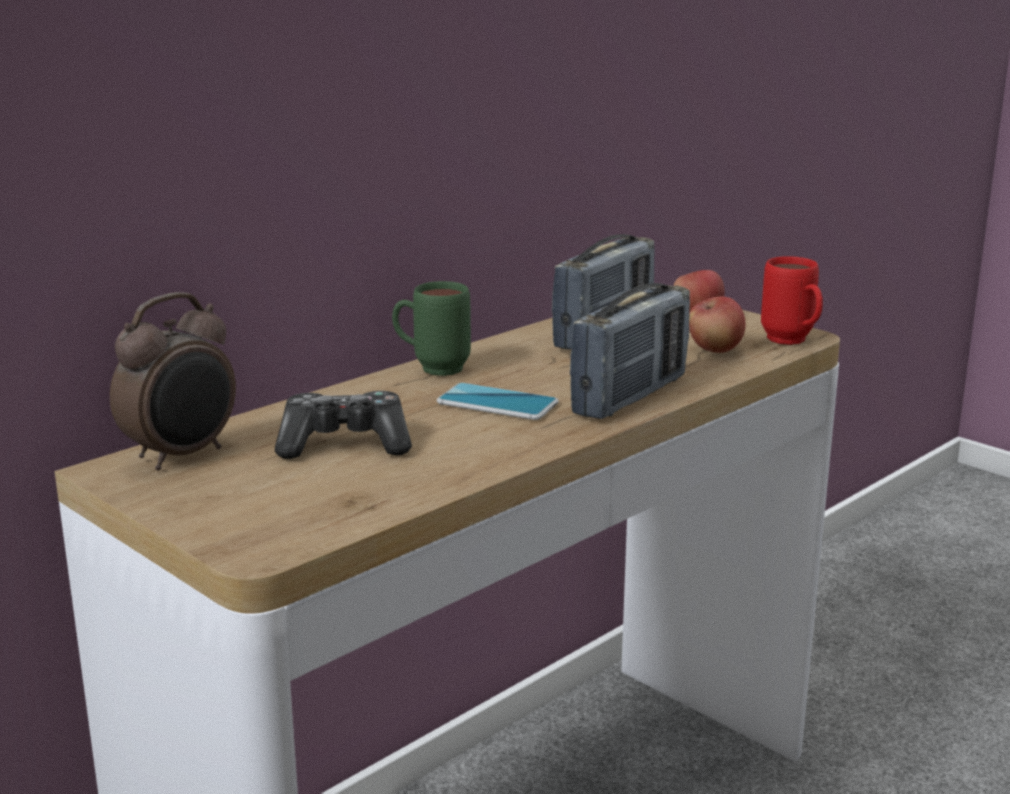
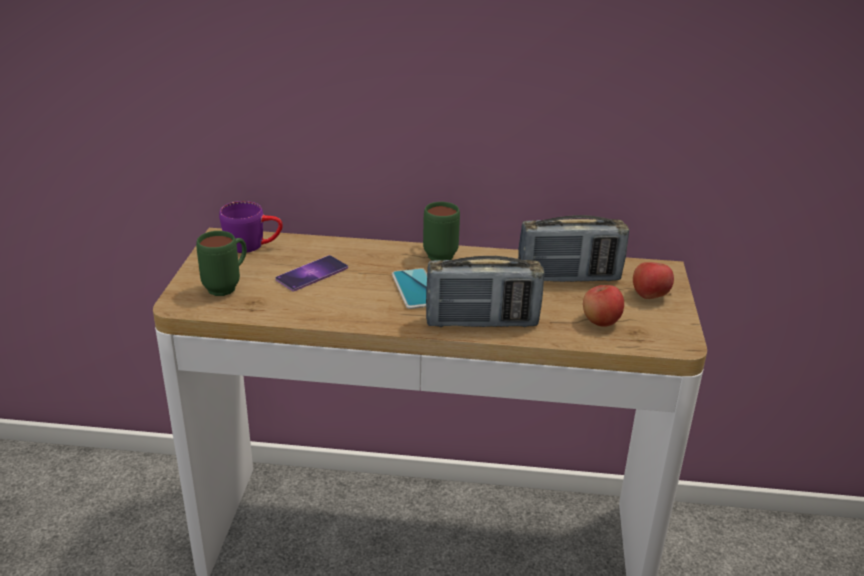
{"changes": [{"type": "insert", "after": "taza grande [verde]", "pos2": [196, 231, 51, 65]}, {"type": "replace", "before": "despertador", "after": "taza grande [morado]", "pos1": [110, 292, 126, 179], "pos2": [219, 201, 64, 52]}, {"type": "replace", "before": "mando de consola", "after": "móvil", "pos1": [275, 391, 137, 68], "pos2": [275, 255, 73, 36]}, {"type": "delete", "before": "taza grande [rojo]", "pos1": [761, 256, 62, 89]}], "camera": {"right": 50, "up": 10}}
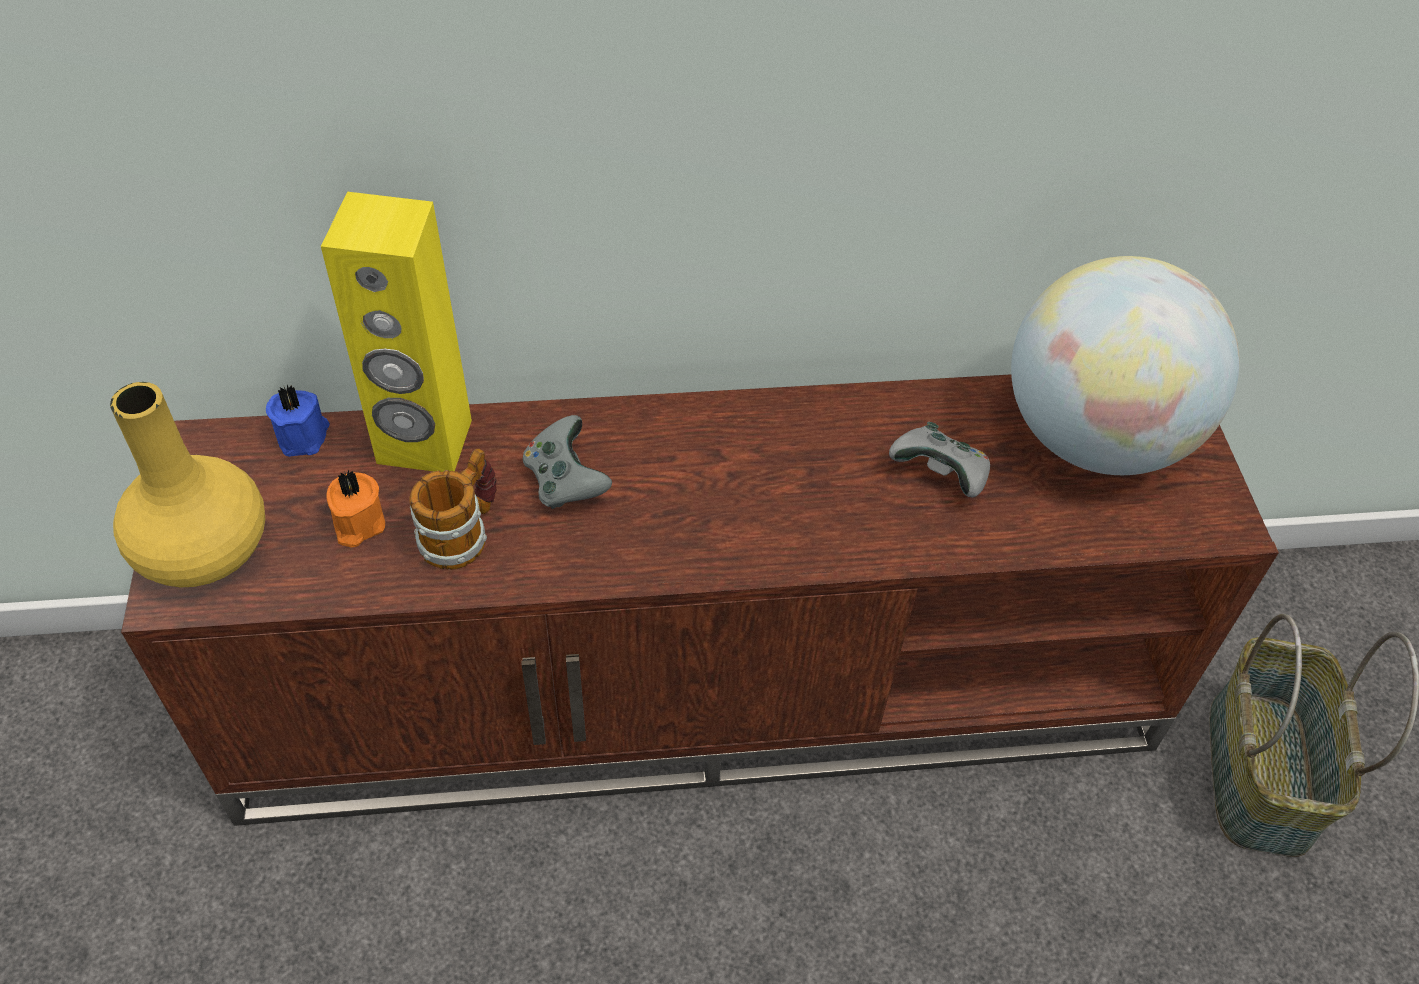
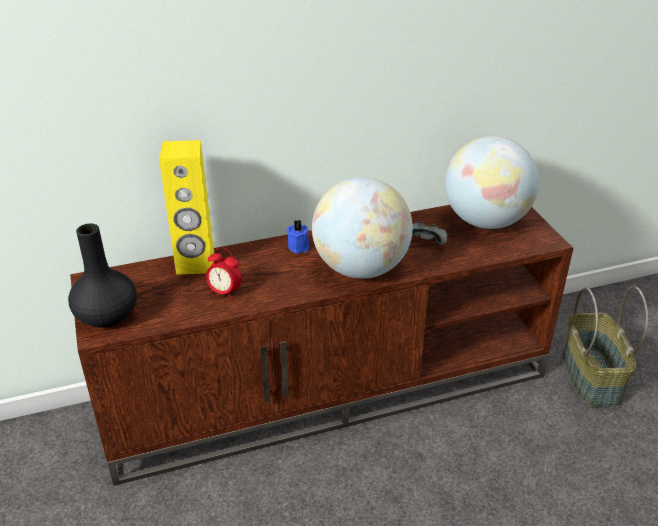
{"changes": [{"type": "recolor", "before": "florero [amarillo]", "after": "florero [negro]", "pos1": [110, 382, 155, 205], "pos2": [68, 223, 69, 105]}, {"type": "replace", "before": "taza grande", "after": "despertador", "pos1": [409, 449, 88, 121], "pos2": [206, 247, 35, 53]}, {"type": "move", "before": "vela [azul]", "pos1": [266, 384, 64, 73], "pos2": [287, 220, 22, 34]}, {"type": "insert", "after": "globo terráqueo", "pos2": [312, 177, 101, 102]}, {"type": "delete", "before": "vela [naranja]", "pos1": [326, 469, 59, 78]}, {"type": "delete", "before": "mando de consola [gris]", "pos1": [523, 415, 89, 94]}], "camera": {"right": -10, "up": -15}}
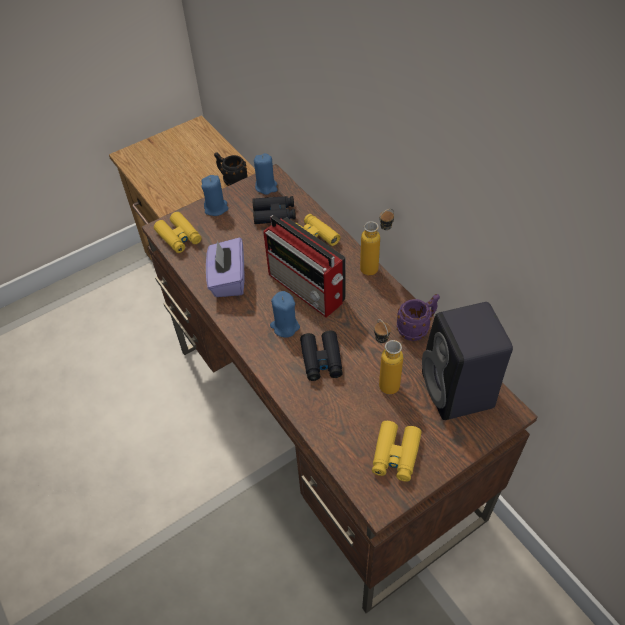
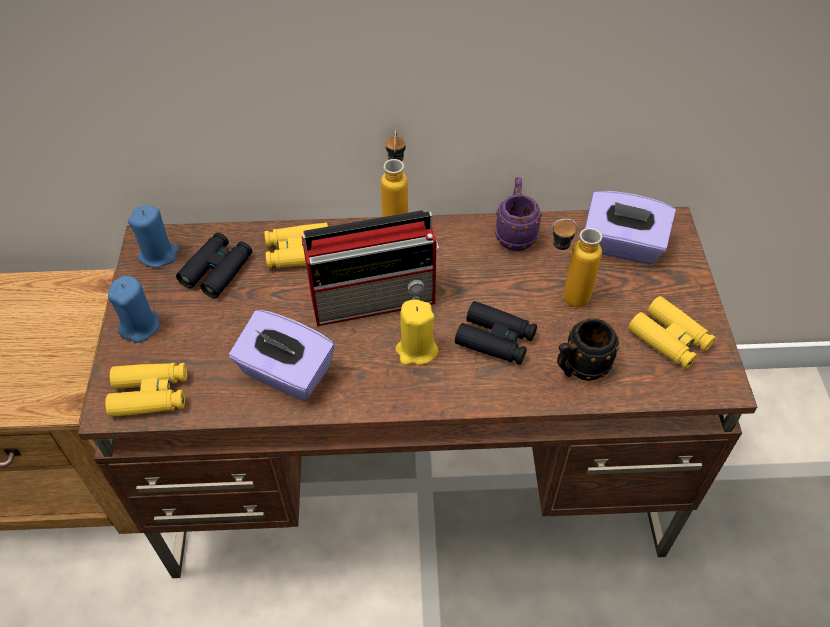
{"changes": [{"type": "recolor", "before": "vela [azul]", "after": "vela [amarillo]", "pos1": [270, 291, 30, 47], "pos2": [395, 299, 43, 66]}, {"type": "move", "before": "taza grande [negro]", "pos1": [214, 152, 34, 34], "pos2": [557, 318, 62, 63]}, {"type": "replace", "before": "altavoz [negro]", "after": "caja de pañuelos [morado]", "pos1": [422, 302, 91, 118], "pos2": [584, 191, 92, 74]}], "camera": {"right": -60, "up": 0}}
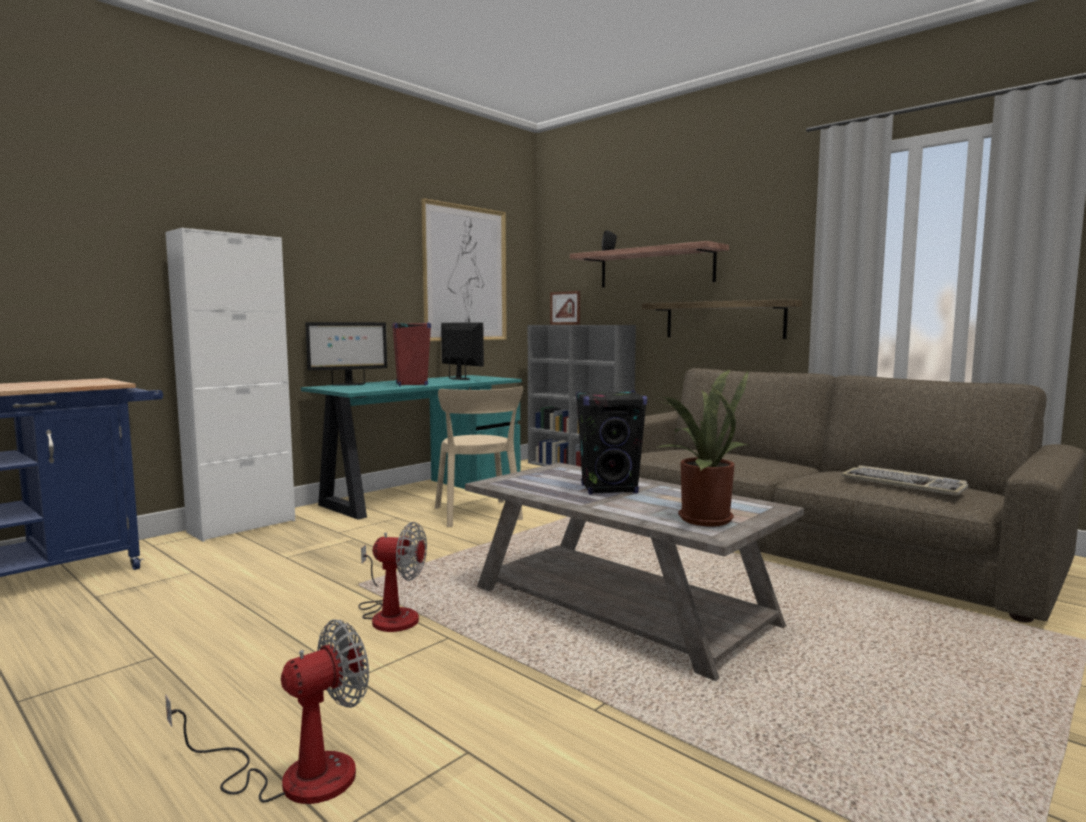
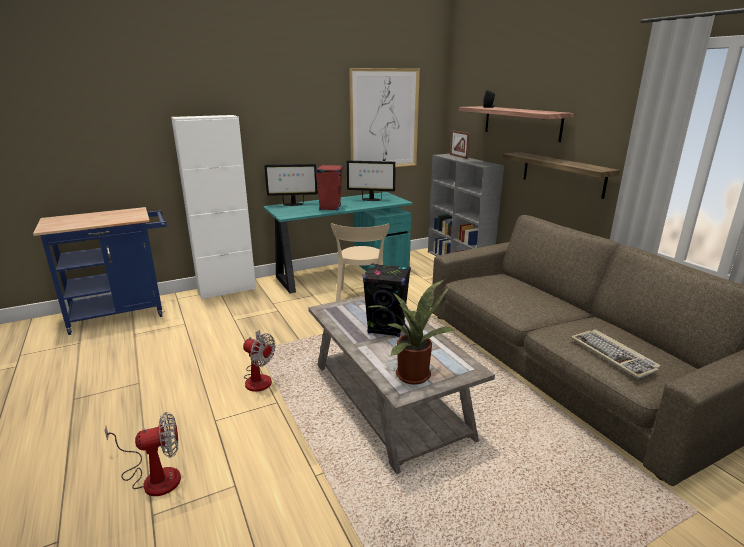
{"changes": [{"type": "rotate", "before": "monitor", "pos1": [441, 322, 43, 58], "pos2": [347, 161, 49, 40], "turn": 120}], "camera": {"right": 20, "up": 15}}
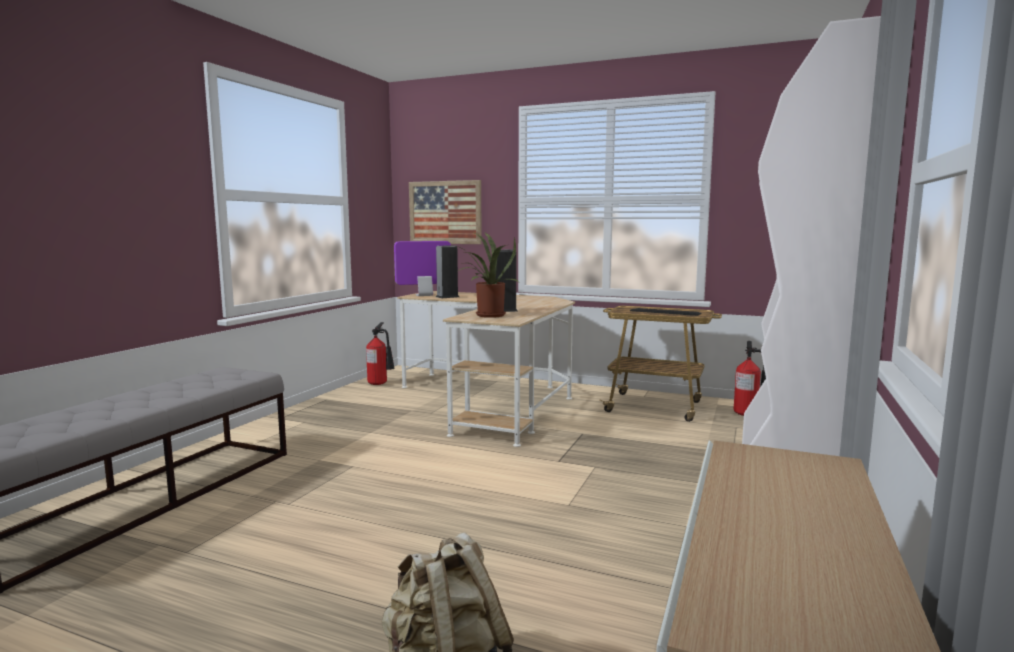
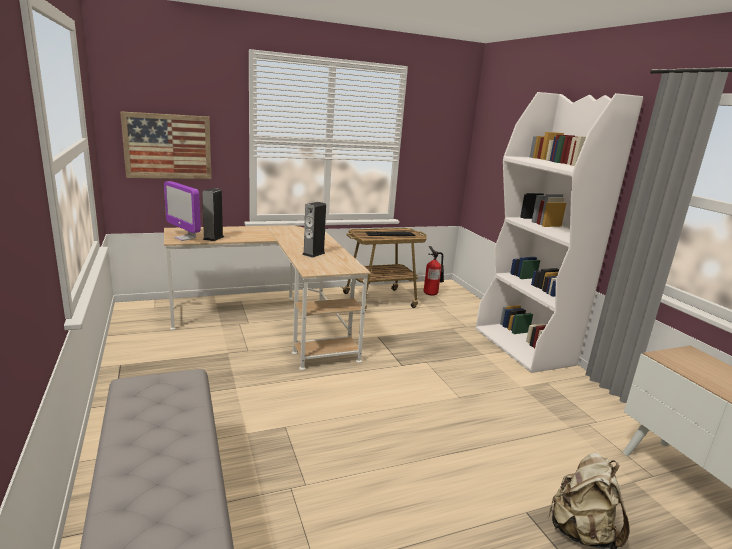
{"changes": [{"type": "rotate", "before": "monitor", "pos1": [394, 241, 57, 55], "pos2": [164, 181, 37, 60], "turn": -75}, {"type": "delete", "before": "extintor", "pos1": [366, 322, 29, 63]}, {"type": "delete", "before": "planta en maceta", "pos1": [457, 232, 62, 86]}], "camera": {"right": -45, "up": 10}}
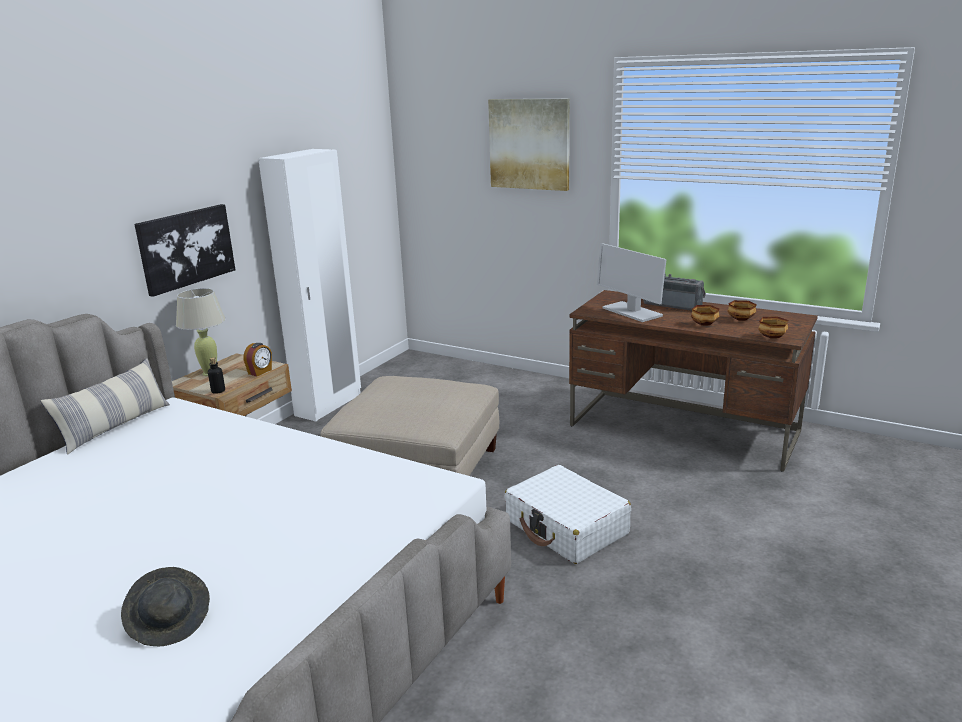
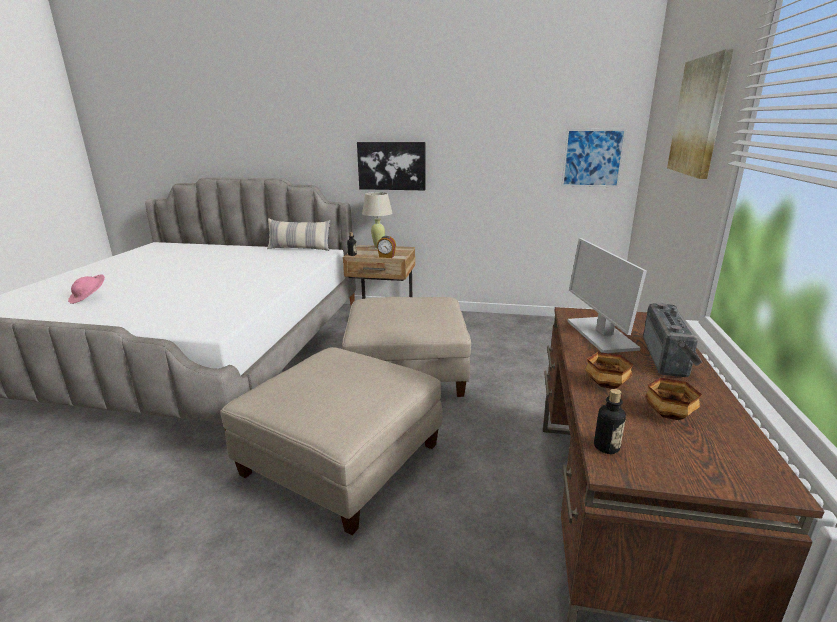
{"changes": [{"type": "recolor", "before": "sombrero [gris]", "after": "sombrero [rosa]", "pos1": [121, 567, 89, 79], "pos2": [68, 274, 37, 30]}, {"type": "replace", "before": "maleta [blanco]", "after": "puf [beis]", "pos1": [505, 465, 126, 99], "pos2": [220, 347, 223, 188]}, {"type": "insert", "after": "cuadro", "pos2": [562, 129, 64, 58]}, {"type": "rotate", "before": "monitor", "pos1": [597, 243, 69, 79], "pos2": [568, 238, 79, 115], "turn": -45}, {"type": "replace", "before": "cuenco", "after": "botella", "pos1": [758, 316, 31, 23], "pos2": [594, 389, 32, 65]}, {"type": "delete", "before": "armario ropero [blanco]", "pos1": [258, 149, 103, 272]}], "camera": {"right": 70, "up": 0}}
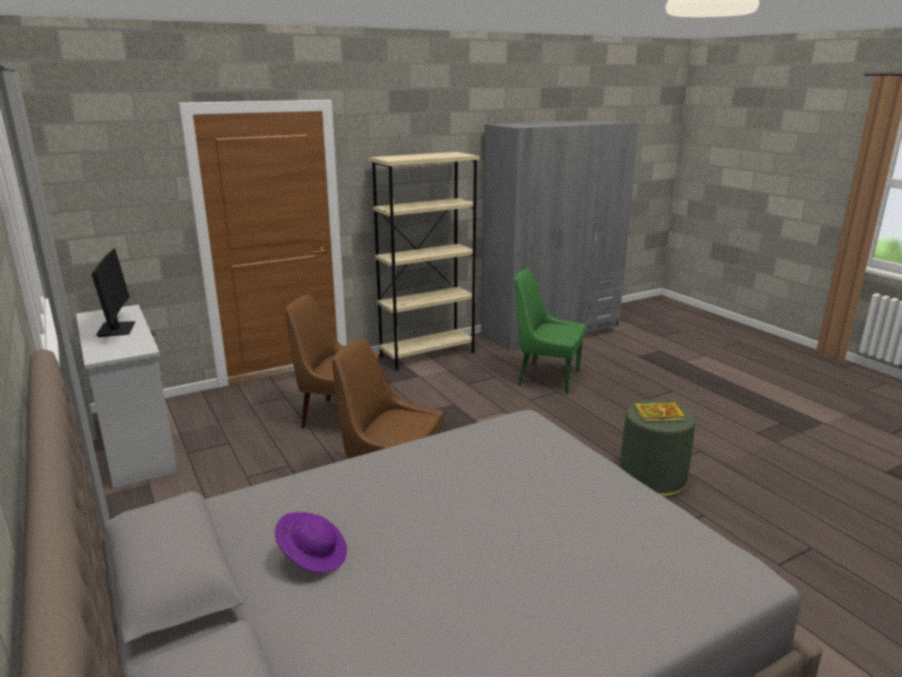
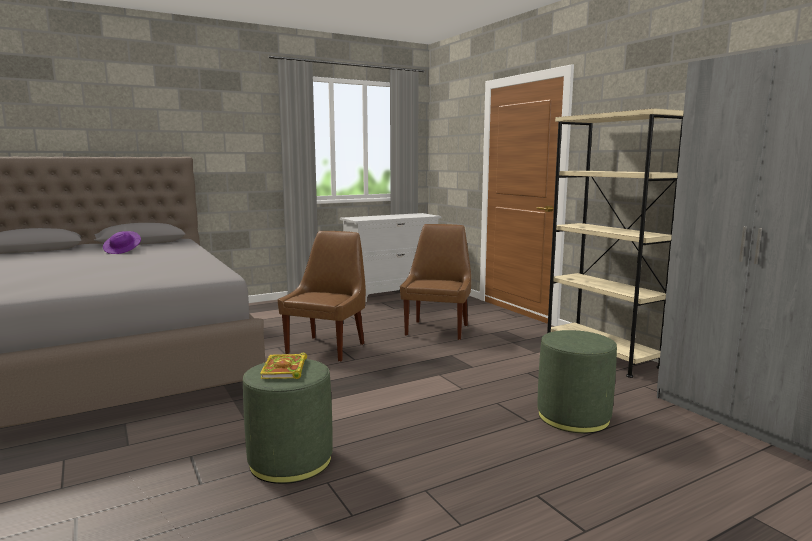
{"changes": [{"type": "replace", "before": "silla [verde]", "after": "puf [verde]", "pos1": [514, 268, 72, 126], "pos2": [537, 330, 80, 103]}, {"type": "delete", "before": "monitor", "pos1": [92, 249, 44, 88]}], "camera": {"right": 90, "up": -10}}
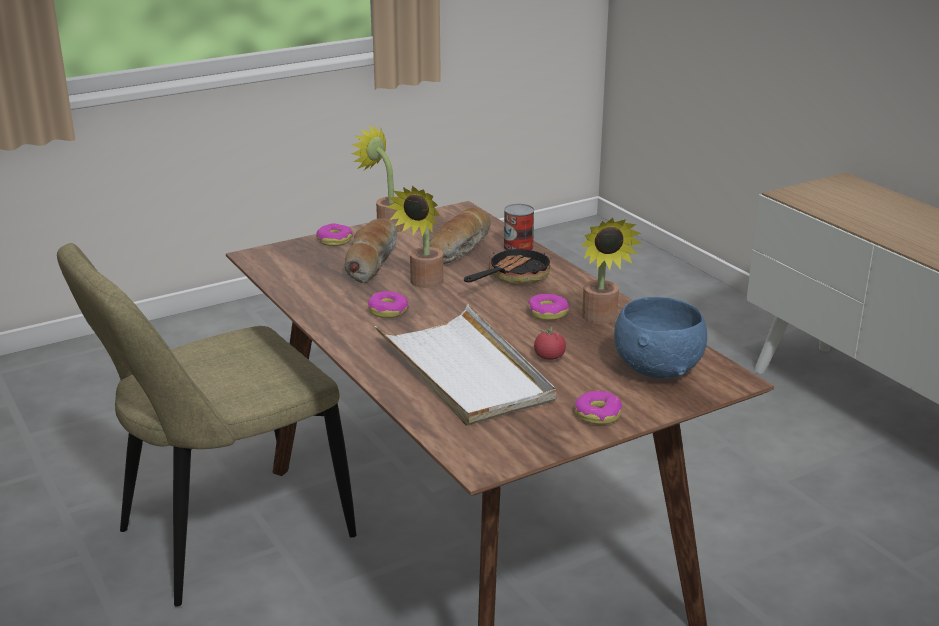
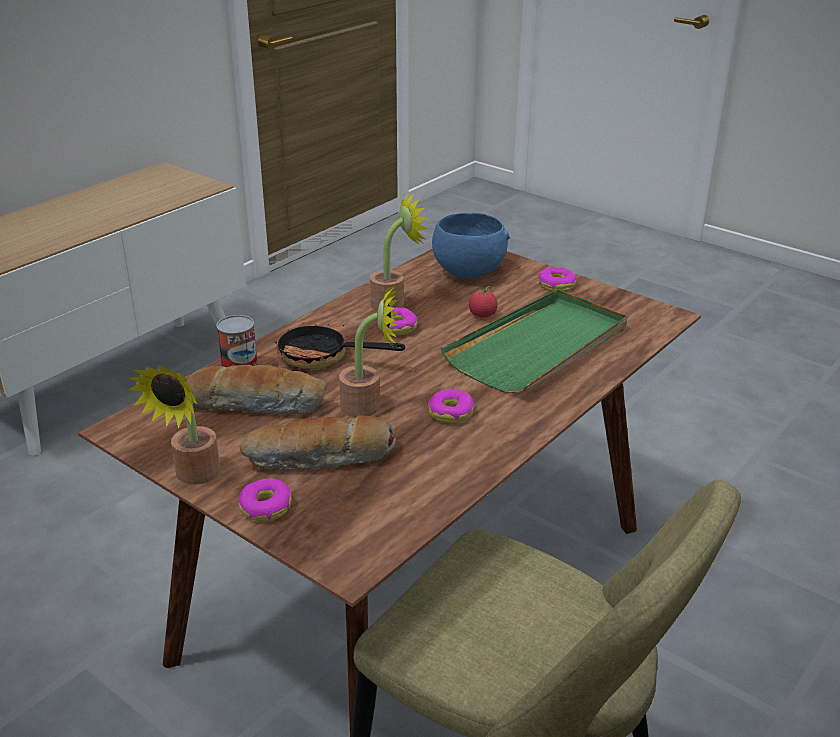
{"changes": [{"type": "recolor", "before": "bandeja [blanco]", "after": "bandeja [verde]", "pos1": [375, 305, 182, 121], "pos2": [441, 290, 186, 103]}], "camera": {"right": -110, "up": 5}}
